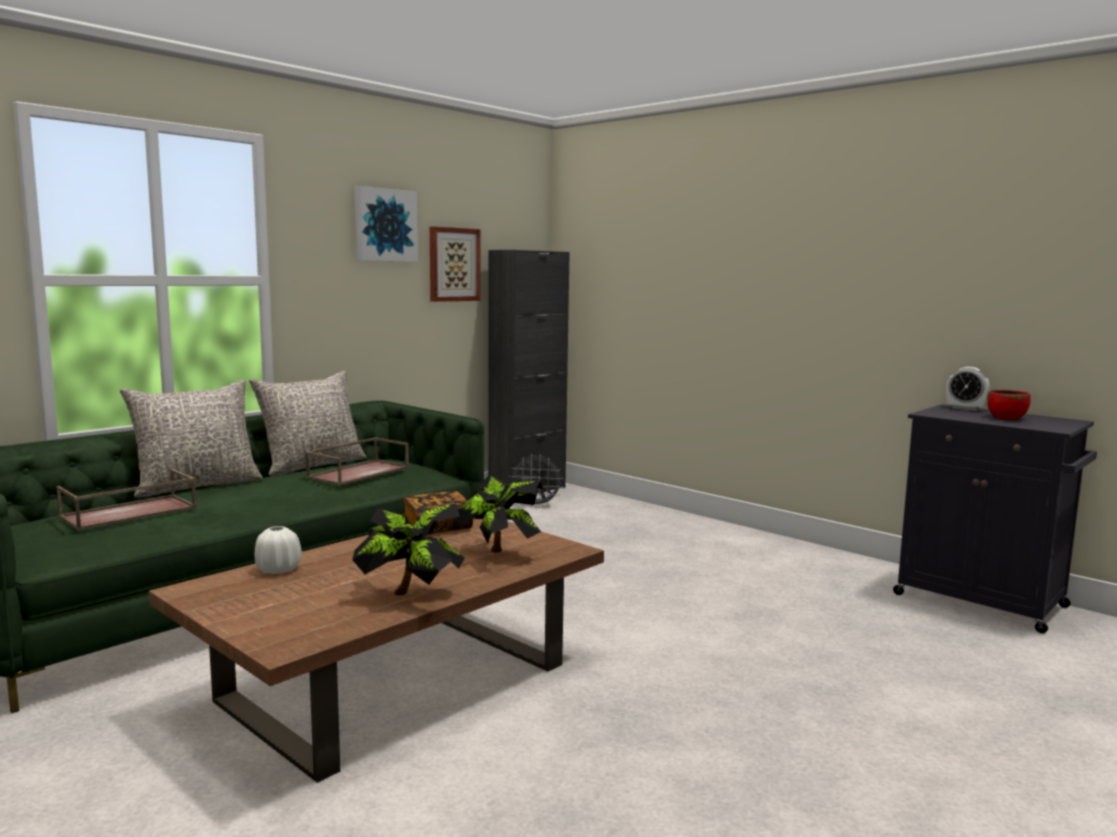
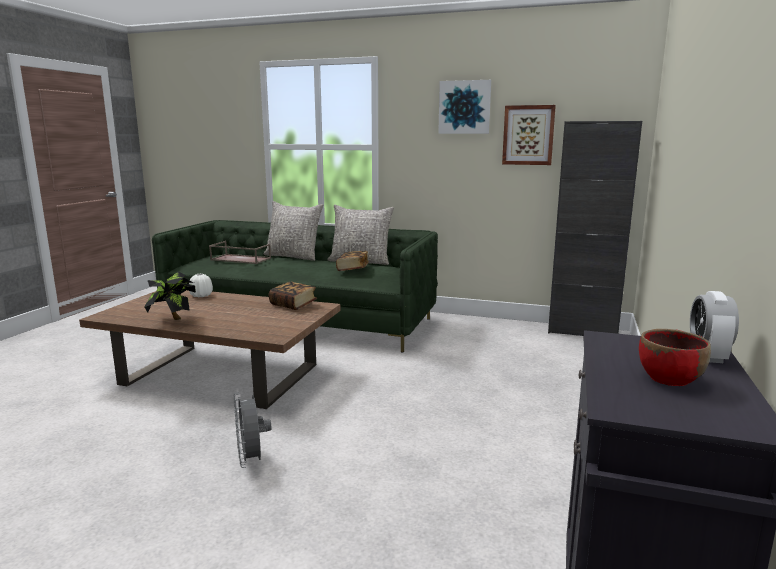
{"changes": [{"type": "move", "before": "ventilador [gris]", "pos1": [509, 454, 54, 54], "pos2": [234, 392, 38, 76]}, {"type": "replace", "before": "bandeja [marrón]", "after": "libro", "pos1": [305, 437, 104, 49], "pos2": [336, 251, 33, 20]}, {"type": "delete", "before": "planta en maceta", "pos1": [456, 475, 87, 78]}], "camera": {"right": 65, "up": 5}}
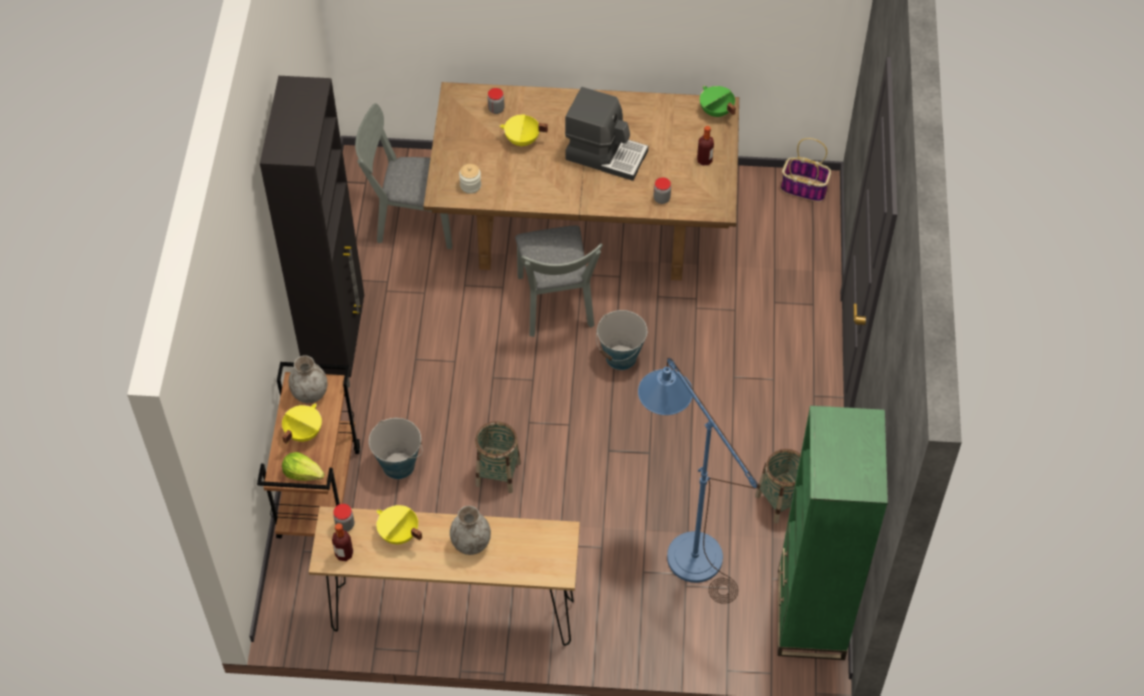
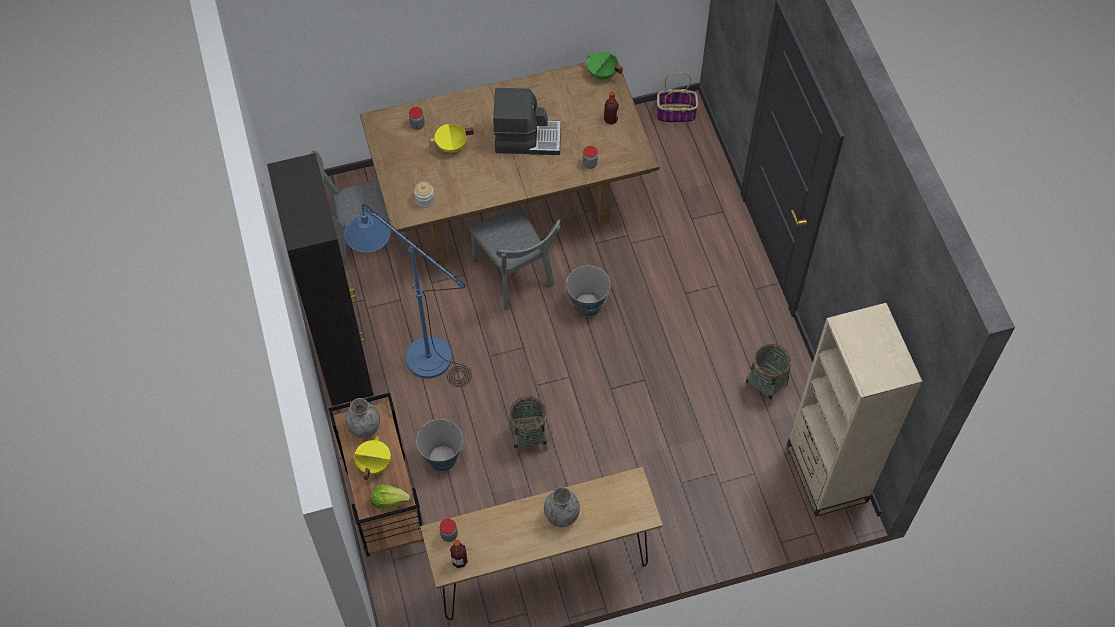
{"changes": [{"type": "move", "before": "lámpara de pie [azul]", "pos1": [638, 358, 120, 246], "pos2": [344, 204, 128, 183]}, {"type": "recolor", "before": "estantería [verde]", "after": "estantería [beis]", "pos1": [778, 405, 110, 255], "pos2": [787, 303, 136, 214]}, {"type": "delete", "before": "olla [amarillo]", "pos1": [376, 505, 46, 39]}], "camera": {"right": -20, "up": 5}}
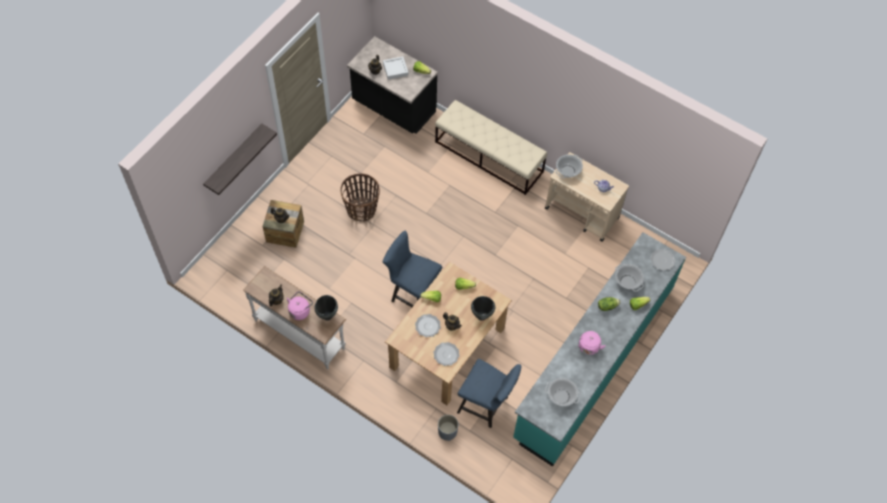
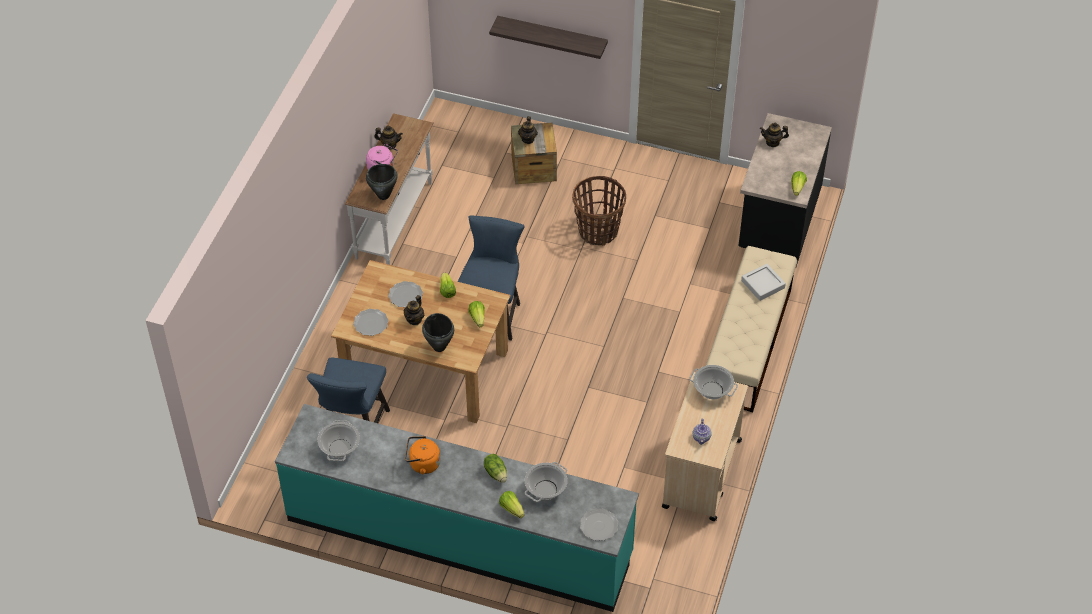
{"changes": [{"type": "recolor", "before": "hervidor [rosa]", "after": "hervidor [naranja]", "pos1": [578, 331, 28, 24], "pos2": [405, 436, 35, 38]}, {"type": "move", "before": "bandeja [gris]", "pos1": [383, 56, 26, 24], "pos2": [741, 264, 45, 37]}, {"type": "delete", "before": "maceta [gris]", "pos1": [438, 415, 20, 26]}], "camera": {"right": 75, "up": -10}}
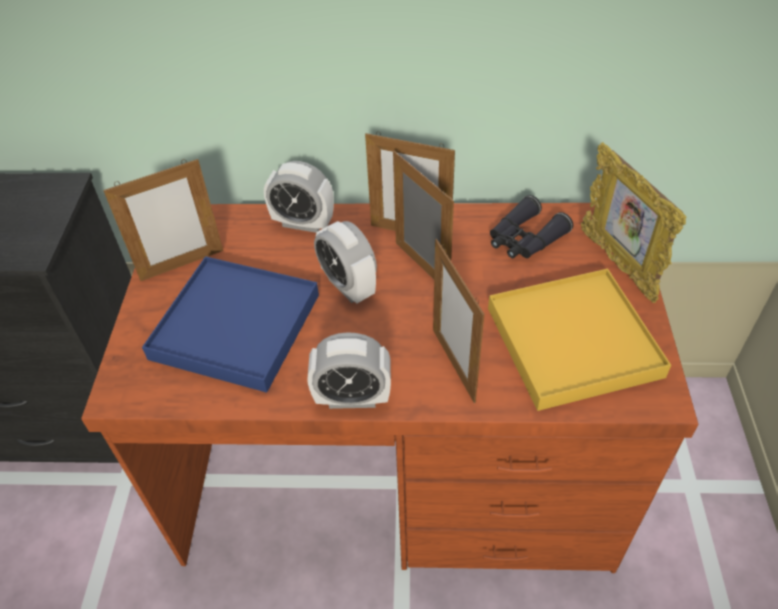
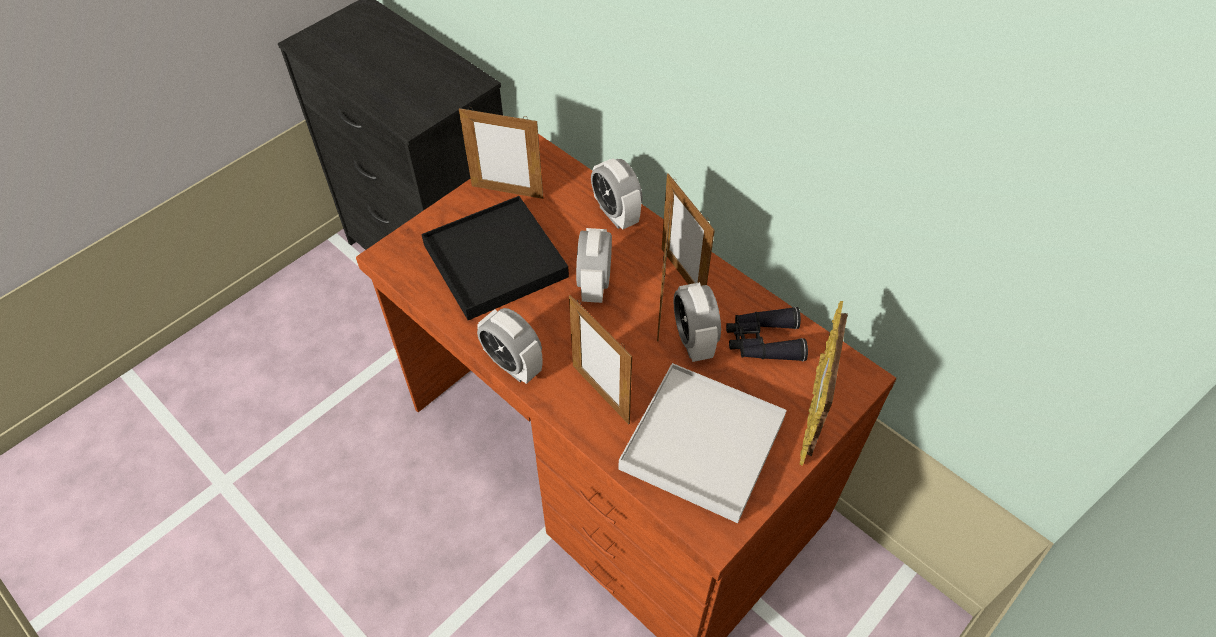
{"changes": [{"type": "recolor", "before": "bandeja [azul]", "after": "bandeja [negro]", "pos1": [142, 256, 177, 137], "pos2": [421, 196, 148, 124]}, {"type": "rotate", "before": "portarretratos", "pos1": [433, 239, 52, 164], "pos2": [569, 295, 63, 130], "turn": -60}, {"type": "recolor", "before": "bandeja [amarillo]", "after": "bandeja [blanco]", "pos1": [488, 269, 183, 142], "pos2": [619, 363, 168, 160]}, {"type": "insert", "after": "despertador", "pos2": [674, 282, 47, 80]}], "camera": {"right": 40, "up": 5}}
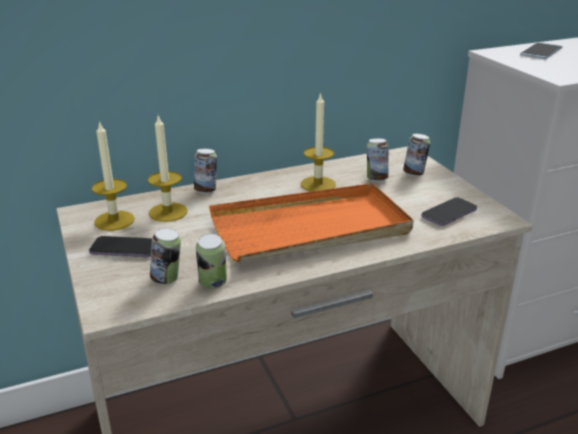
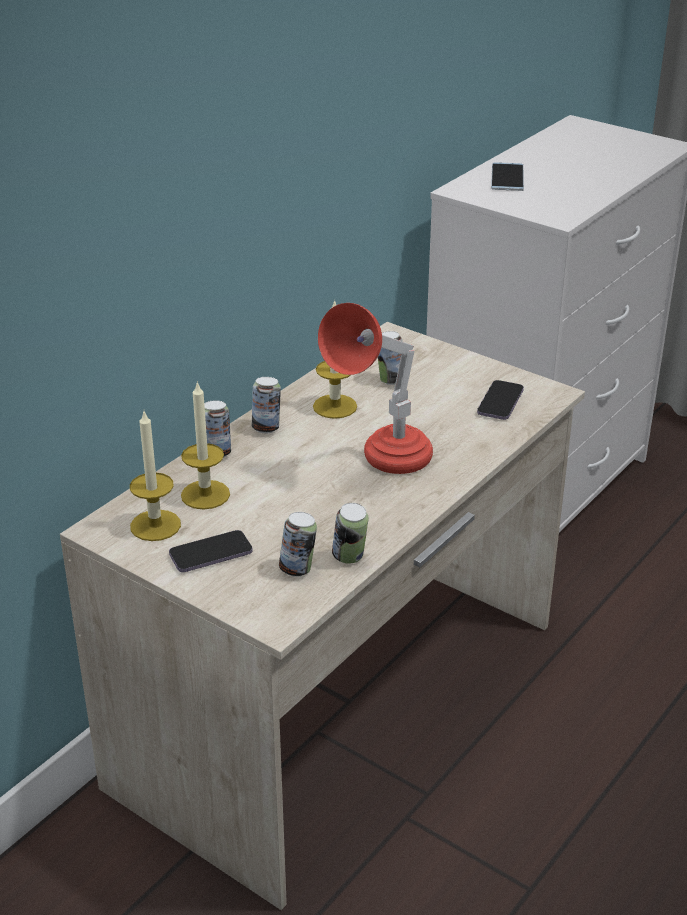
{"changes": [{"type": "move", "before": "lata", "pos1": [403, 134, 28, 42], "pos2": [252, 377, 29, 56]}, {"type": "replace", "before": "bandeja [naranja]", "after": "lámpara de mesa [rojo]", "pos1": [209, 183, 205, 79], "pos2": [318, 303, 115, 171]}], "camera": {"right": -30, "up": 5}}
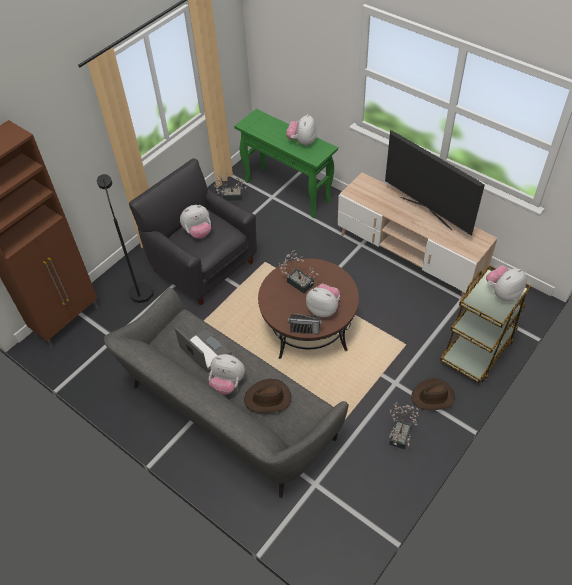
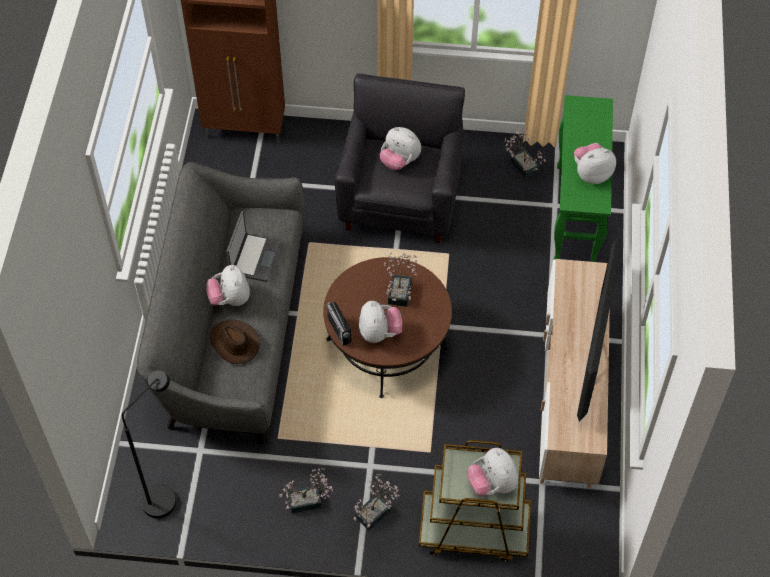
{"changes": [{"type": "move", "before": "lámpara de pie [negro]", "pos1": [97, 174, 57, 129], "pos2": [122, 370, 54, 149]}, {"type": "replace", "before": "sombrero [marrón]", "after": "planta en maceta", "pos1": [411, 379, 44, 32], "pos2": [354, 474, 46, 56]}, {"type": "rotate", "before": "peluche", "pos1": [486, 266, 41, 35], "pos2": [467, 448, 51, 48], "turn": -135}], "camera": {"right": 55, "up": 5}}
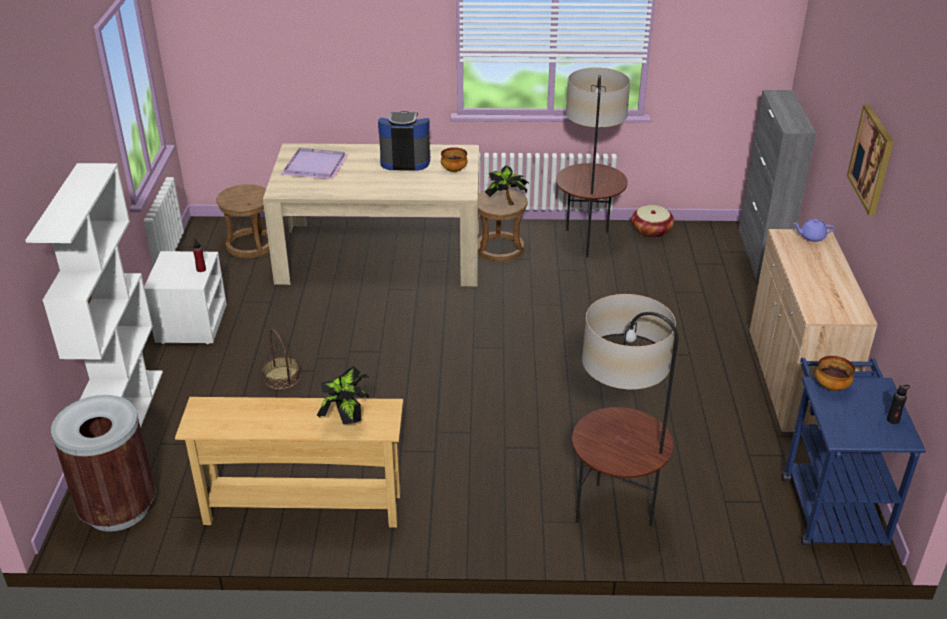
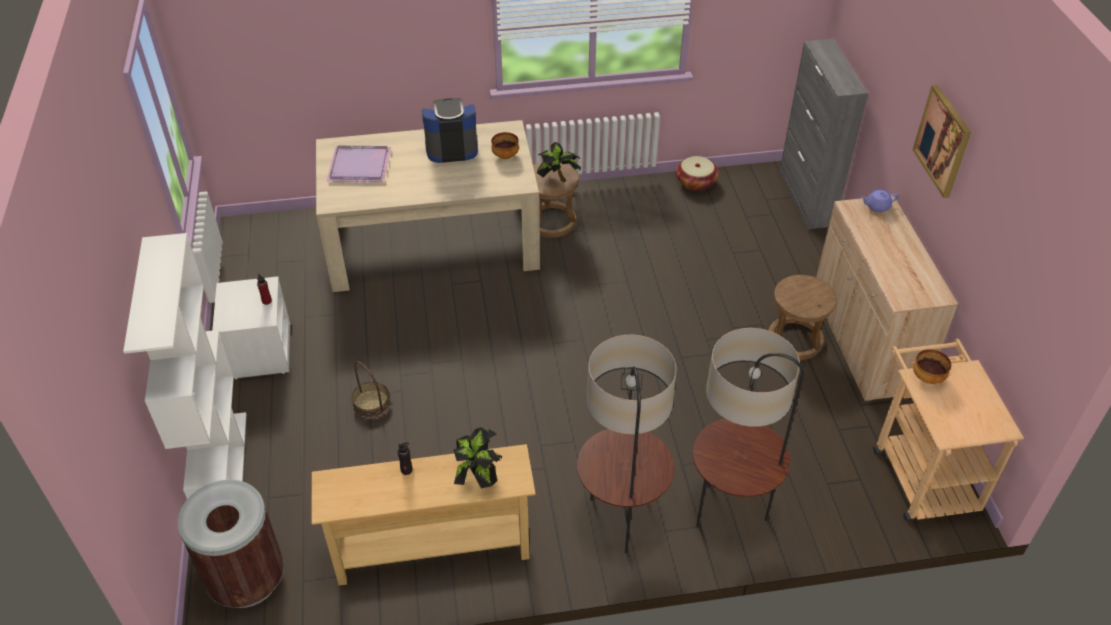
{"changes": [{"type": "move", "before": "botella [negro]", "pos1": [887, 385, 23, 39], "pos2": [398, 442, 15, 33]}, {"type": "move", "before": "lámpara de pie", "pos1": [556, 67, 74, 190], "pos2": [577, 335, 99, 218]}, {"type": "move", "before": "taburete [marrón]", "pos1": [216, 184, 54, 74], "pos2": [769, 275, 68, 85]}, {"type": "recolor", "before": "carrito [azul]", "after": "carrito [beis]", "pos1": [781, 358, 145, 189], "pos2": [873, 339, 151, 182]}], "camera": {"right": -10, "up": 10}}
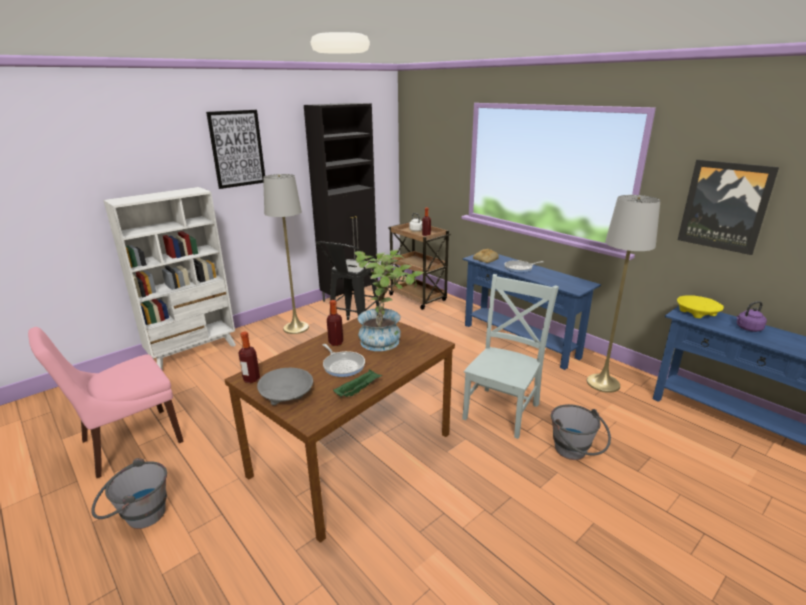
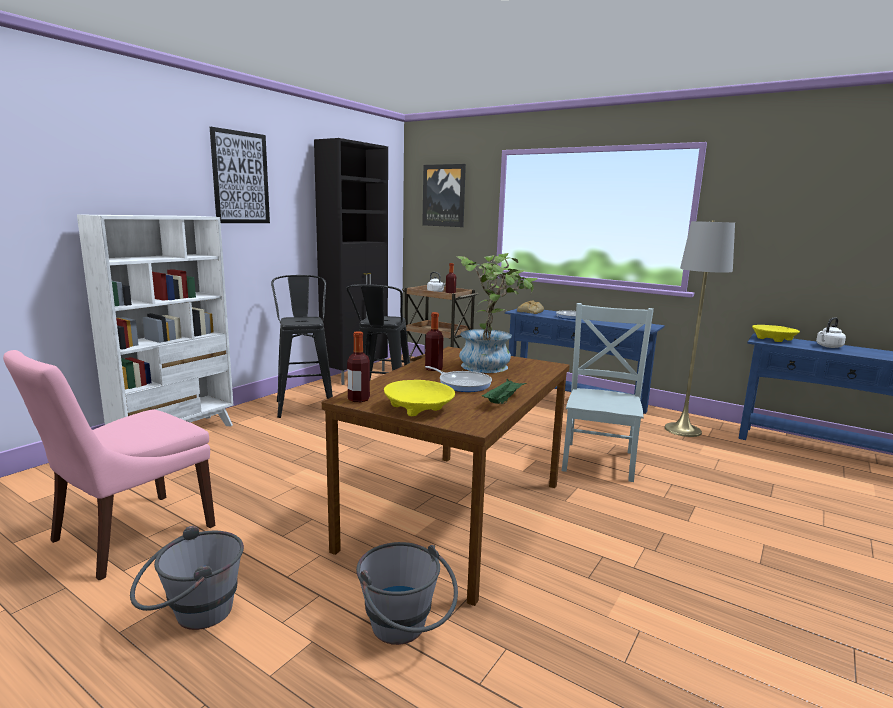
{"changes": [{"type": "replace", "before": "lámpara de pie [gris]", "after": "taburete [negro]", "pos1": [263, 174, 46, 160], "pos2": [271, 275, 62, 143]}, {"type": "move", "before": "cubo [gris]", "pos1": [551, 404, 60, 56], "pos2": [356, 542, 102, 103]}, {"type": "recolor", "before": "cuenco [gris]", "after": "cuenco [amarillo]", "pos1": [257, 368, 56, 37], "pos2": [384, 380, 71, 36]}, {"type": "move", "before": "cuadro", "pos1": [678, 160, 101, 95], "pos2": [422, 164, 44, 63]}, {"type": "recolor", "before": "hervidor [morado]", "after": "hervidor [blanco]", "pos1": [737, 301, 30, 31], "pos2": [816, 317, 30, 31]}], "camera": {"right": -15, "up": -10}}
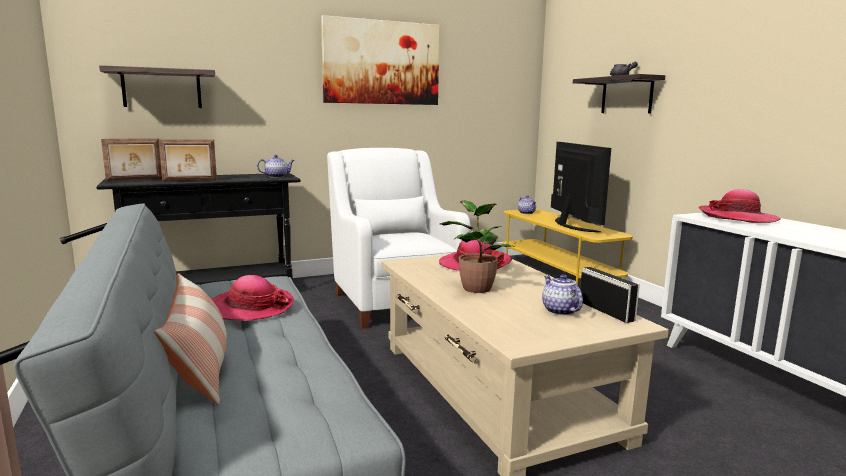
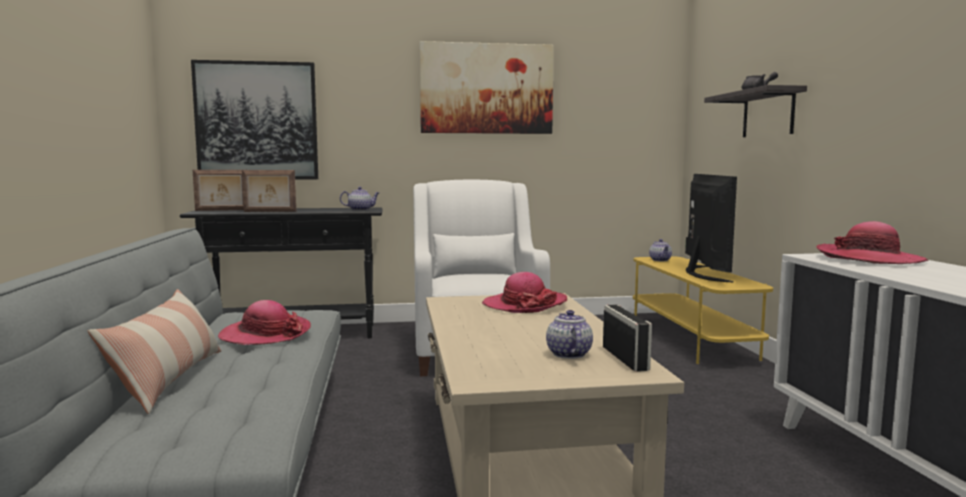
{"changes": [{"type": "replace", "before": "estante", "after": "cuadro", "pos1": [99, 65, 116, 43], "pos2": [191, 60, 127, 119]}, {"type": "delete", "before": "planta en maceta", "pos1": [440, 200, 75, 93]}], "camera": {"right": 15, "up": -5}}
